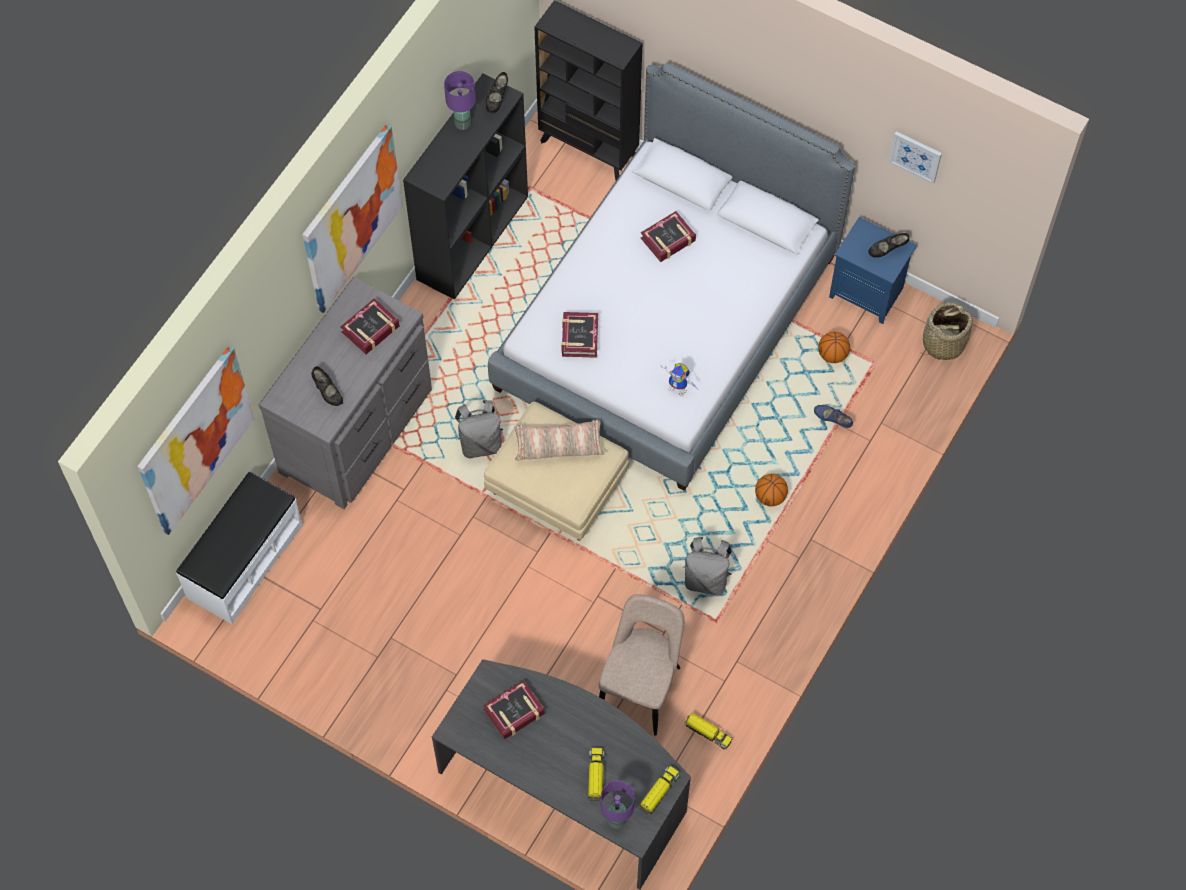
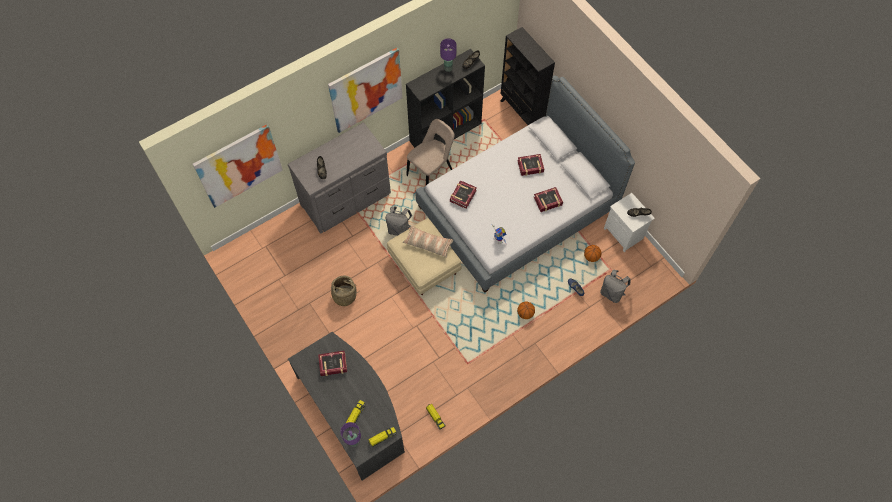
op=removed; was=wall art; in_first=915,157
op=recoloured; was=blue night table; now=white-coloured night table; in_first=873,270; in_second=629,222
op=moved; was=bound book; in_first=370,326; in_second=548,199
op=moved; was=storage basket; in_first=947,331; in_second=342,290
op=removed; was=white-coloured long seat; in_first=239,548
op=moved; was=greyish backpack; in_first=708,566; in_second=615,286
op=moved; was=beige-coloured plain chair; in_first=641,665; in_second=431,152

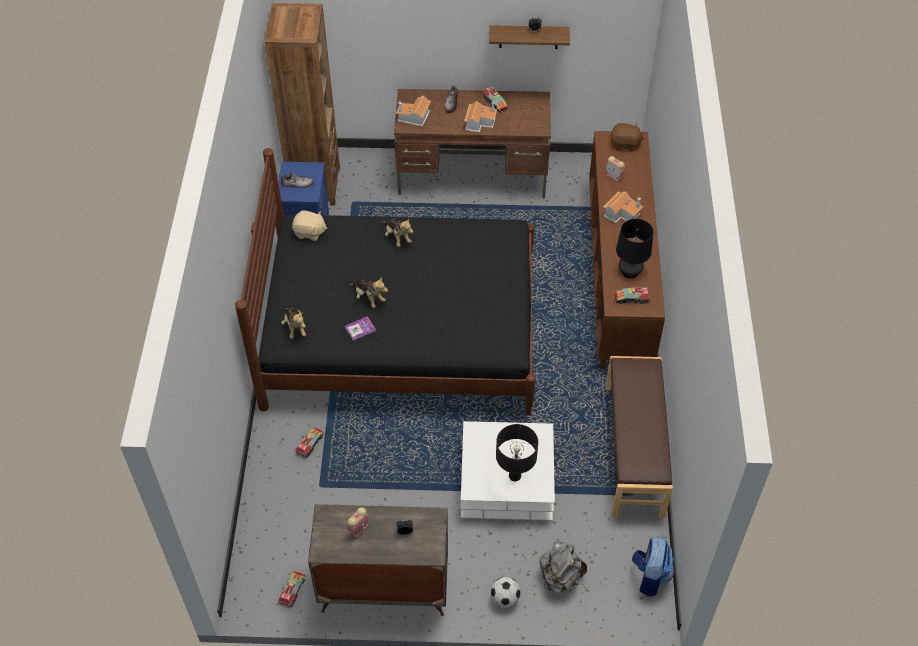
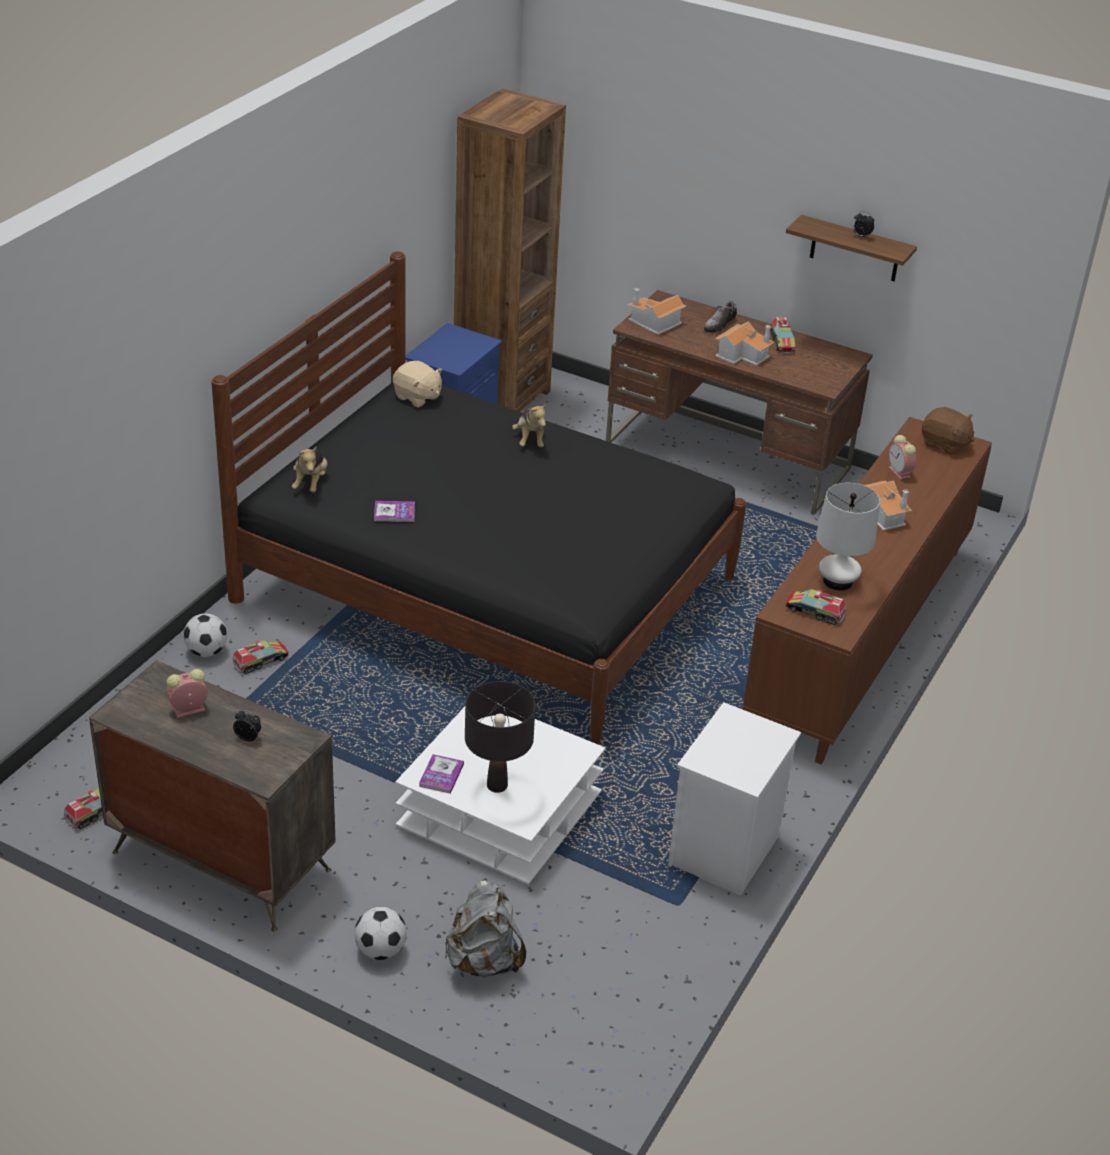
op=removed; was=low shoe; in_first=297,180
op=recoloured; was=black-coloured table lamp; now=white-coloured table lamp; in_first=634,248; in_second=848,537
op=removed; was=soft toy; in_first=368,292
op=replaced; was=brownish long seat; now=white-coloured night table; in_first=639,437; in_second=734,799
op=removed; was=backpack; in_first=653,567
op=added; now=ball for football; in_second=205,635
op=added; now=bound book; in_second=441,774

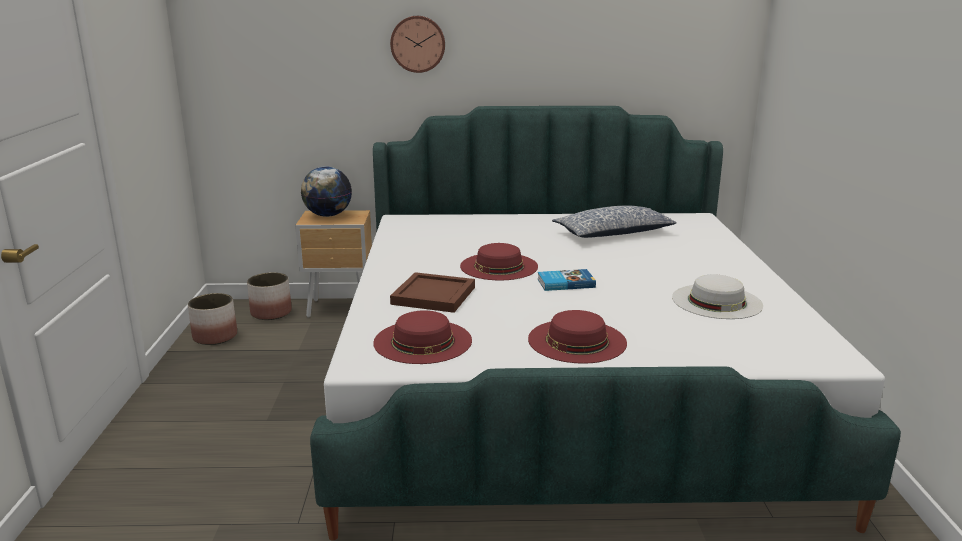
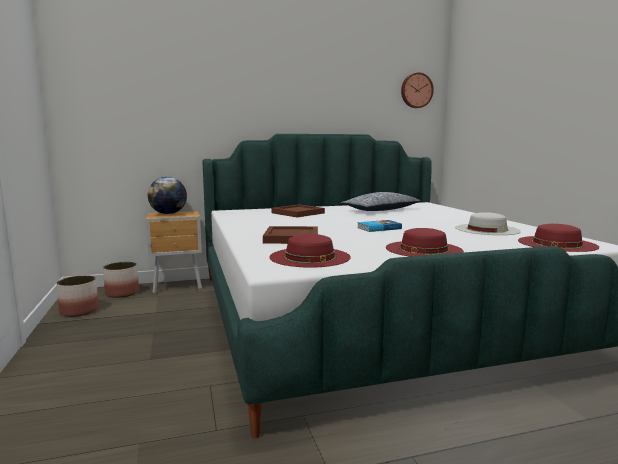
op=moved; was=clock on the wall; in_first=417,44; in_second=417,90
op=moved; was=red hat; in_first=499,261; in_second=558,238
op=added; now=brownish serving tray; in_second=298,211

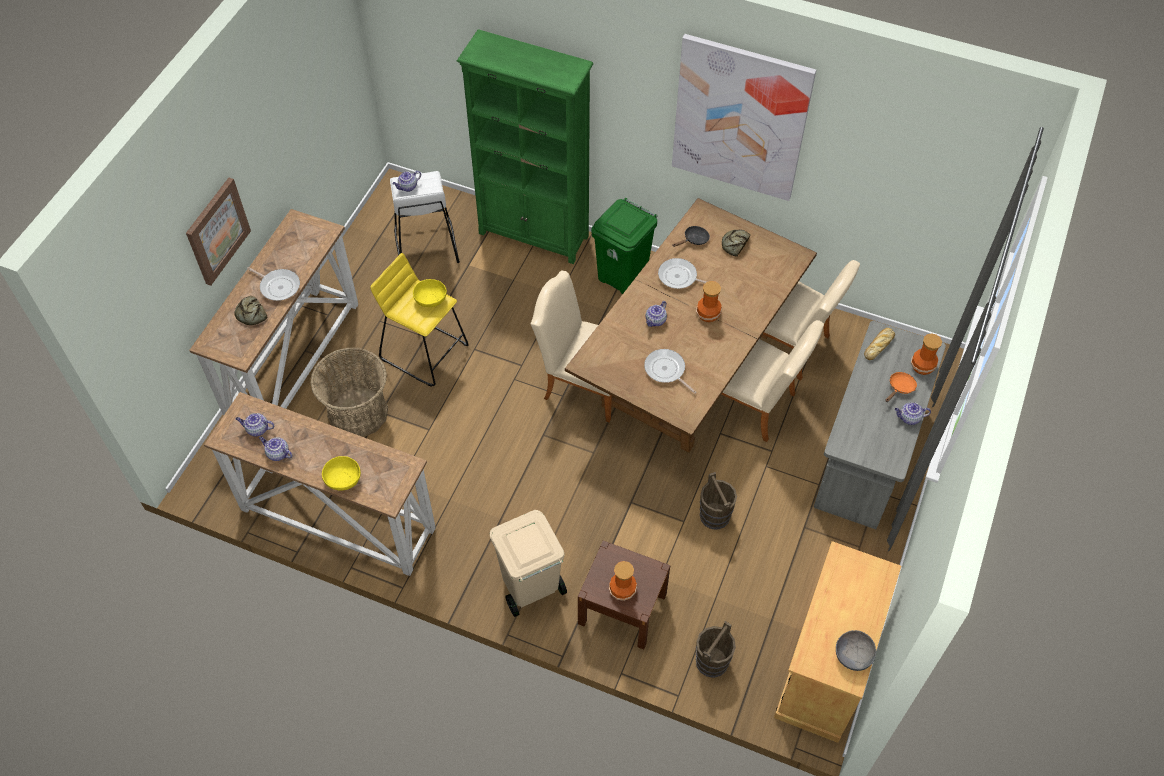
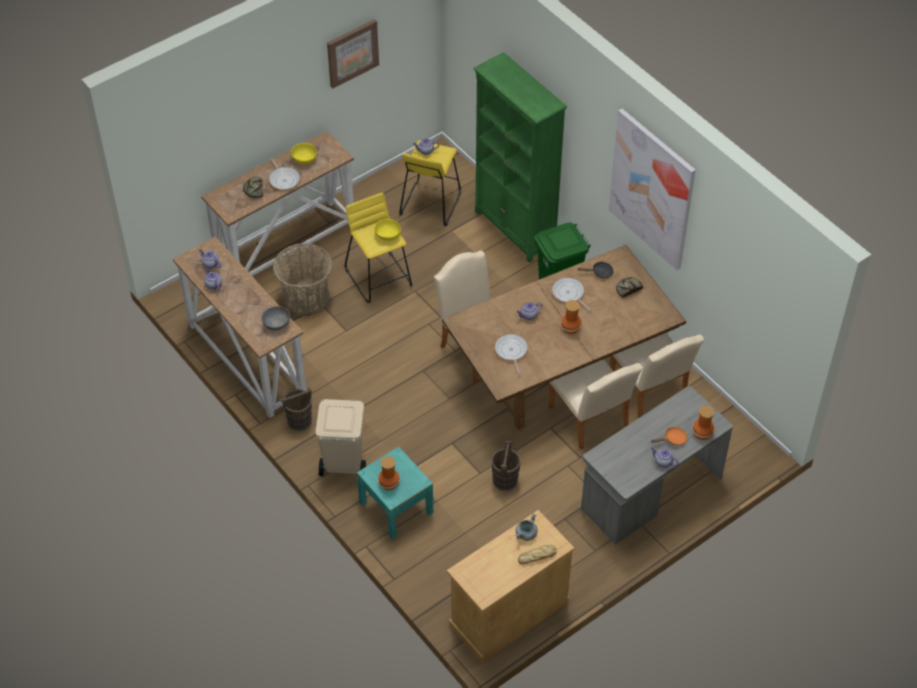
op=recoloured; was=white-coloured stool; now=yellowish stool; in_first=425,217; in_second=430,183
op=moved; was=wall art; in_first=218,232; in_second=353,53
op=moved; was=baked bread; in_first=879,344; in_second=537,554
op=moved; was=yellowish serving bowl; in_first=341,473; in_second=304,153
op=recoloured; was=brownish night table; now=blue-green night table; in_first=624,594; in_second=395,493
op=moved; was=brownish bucket; in_first=716,649; in_second=296,409
op=moved; was=greyish serving bowl; in_first=856,650; in_second=276,318
op=added; now=greyish stockpot; in_second=526,527

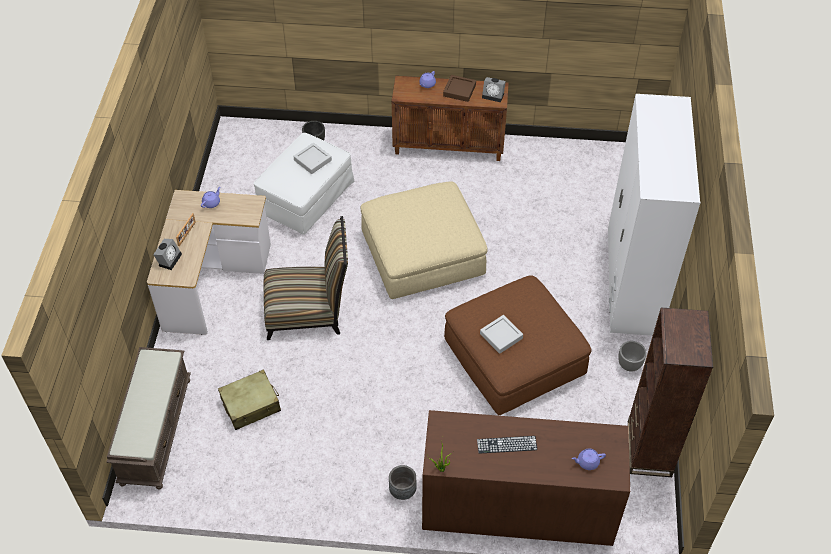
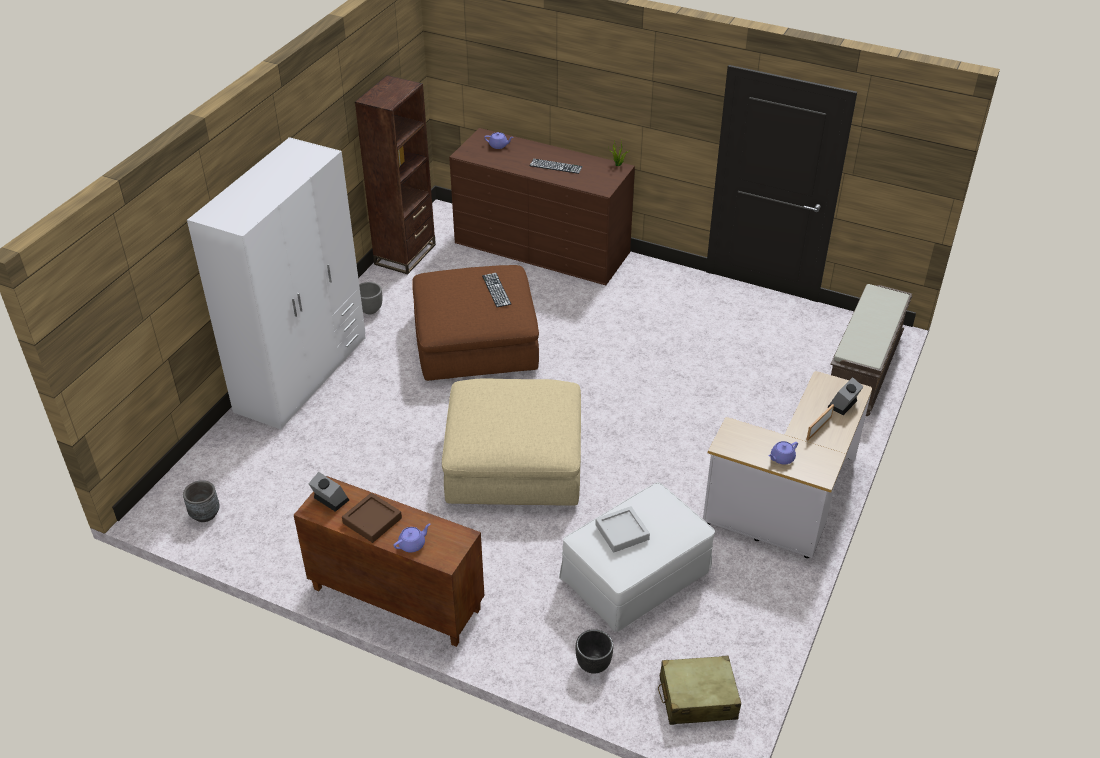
op=removed; was=plain chair; in_first=305,278
op=replaced; was=greyish serving tray; now=keyboard; in_first=501,334; in_second=496,290
op=moved; was=beige-coloured piece of luggage; in_first=249,399; in_second=699,690
op=moved; was=greyish flower pot; in_first=402,482; in_second=201,501

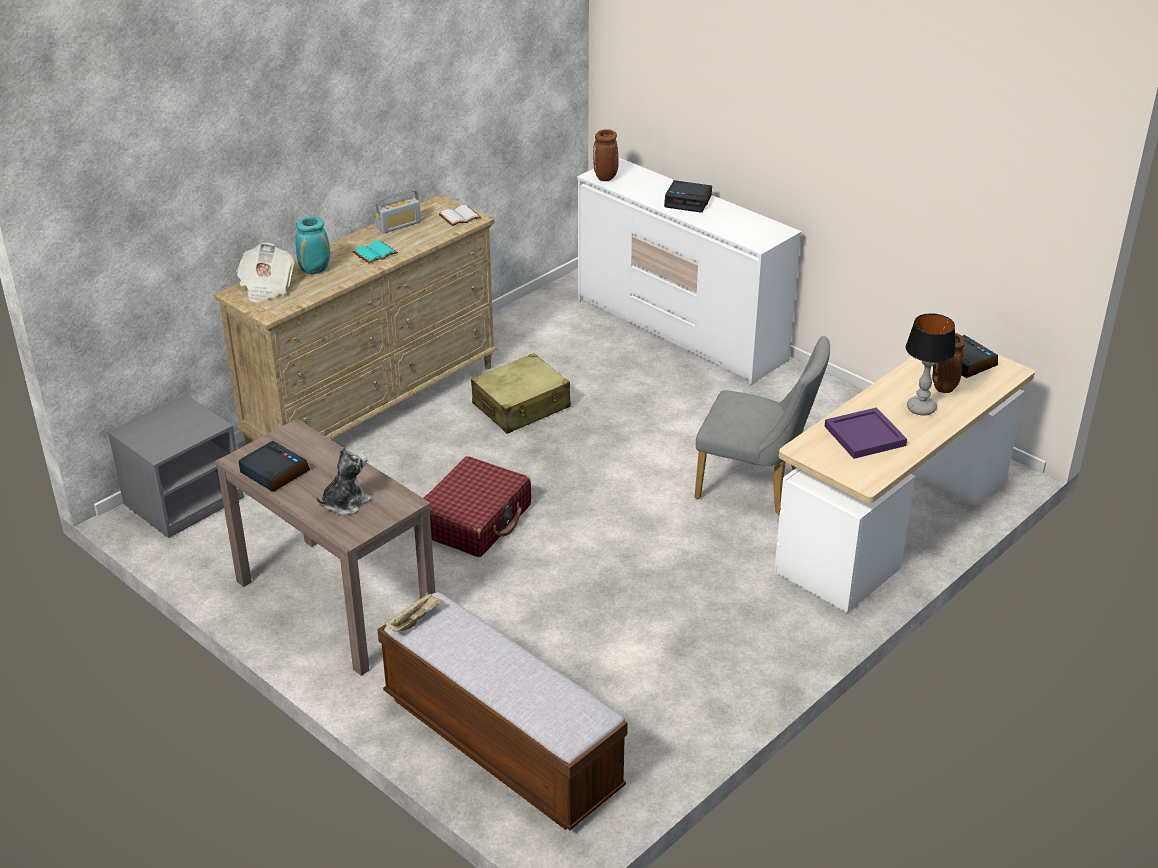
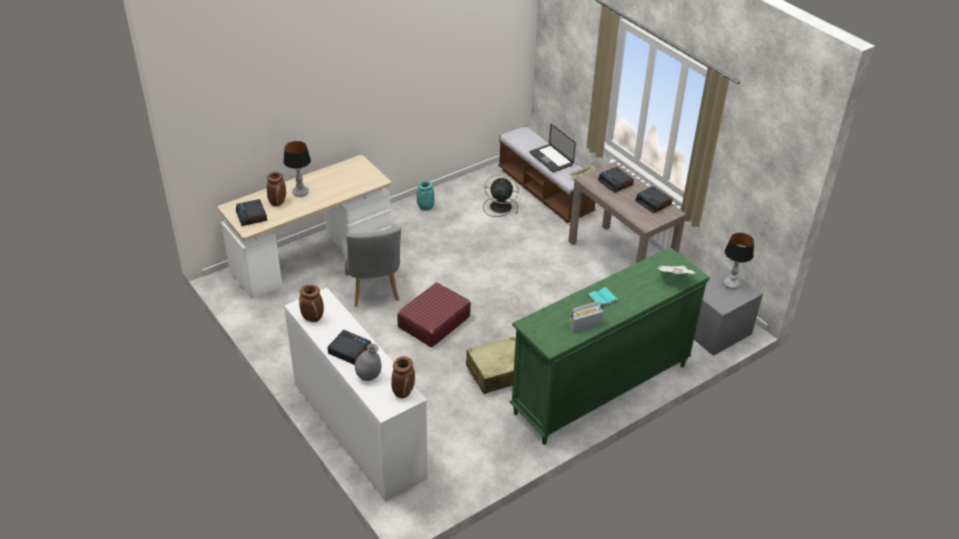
op=recoloured; was=beige-coloured drawer chest; now=green-coloured drawer chest; in_first=355,319; in_second=609,346
op=removed; was=white-coloured bound book; in_first=460,215
op=moved; was=blue-green decorative vase; in_first=312,245; in_second=426,196
op=turned; was=greyish plain chair; in_first=762,425; in_second=371,267; clockwise=-135
op=removed; was=purple serving tray; in_first=865,433
op=replaced; was=soft toy; now=bedside clock; in_first=344,481; in_second=616,180
op=moved; was=red piece of luggage; in_first=477,506; in_second=434,314
op=added; now=laptop; in_second=553,148
op=added; now=black-coloured electric fan; in_second=501,195
op=added; now=table lamp; in_second=738,261
op=added; now=brownish decorative vase; in_second=311,303
op=added; now=greyish decorative vase; in_second=368,362

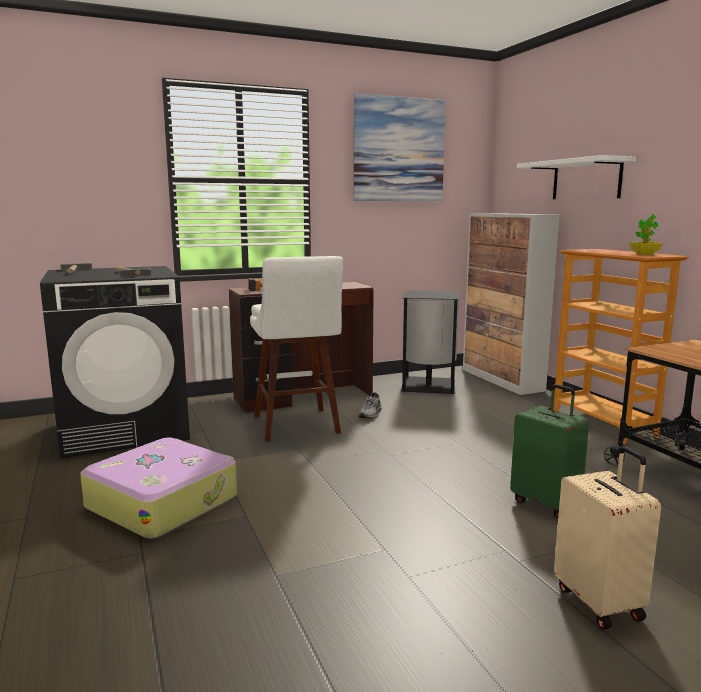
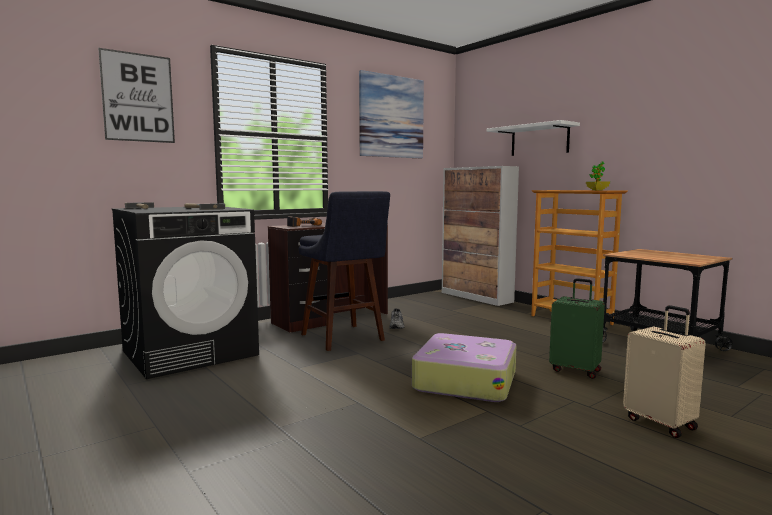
op=recoloured; was=white-coloured stool; now=blue stool; in_first=296,349; in_second=344,271
op=removed; was=black-coloured rubbish bin; in_first=430,342
op=moved; was=piece of luggage; in_first=158,488; in_second=464,367
op=added; now=wall art; in_second=136,95

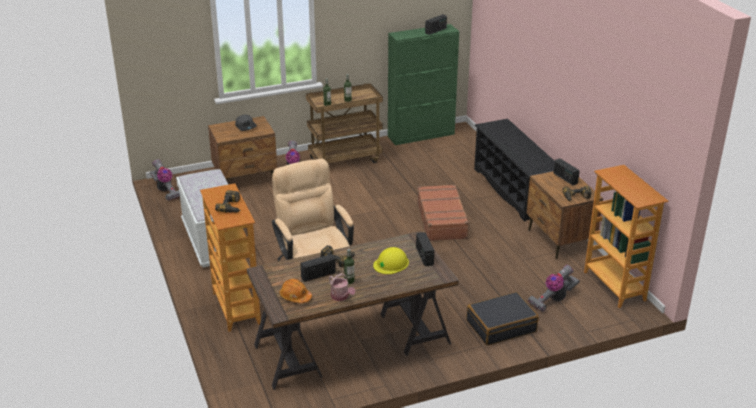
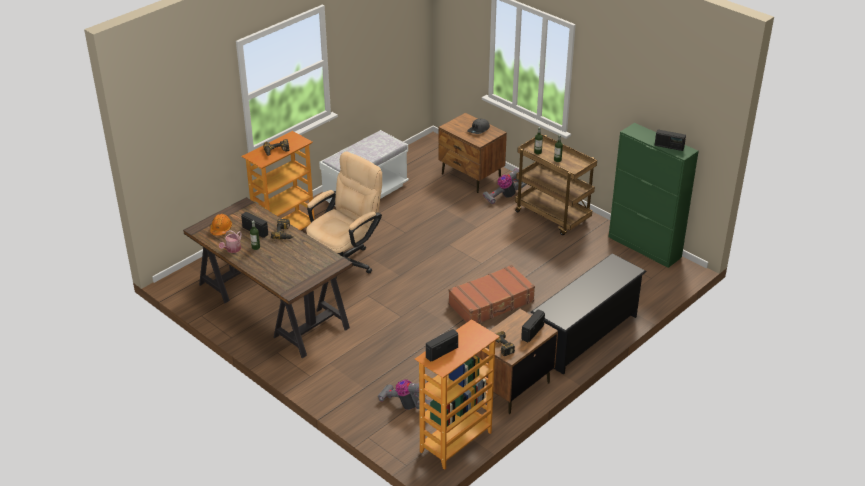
op=removed; was=hoover; in_first=165,180
op=moved; was=radio set; in_first=425,249; in_second=442,345
op=removed; was=yellowish hard hat; in_first=391,260
op=removed; was=black-coloured piece of luggage; in_first=503,318

